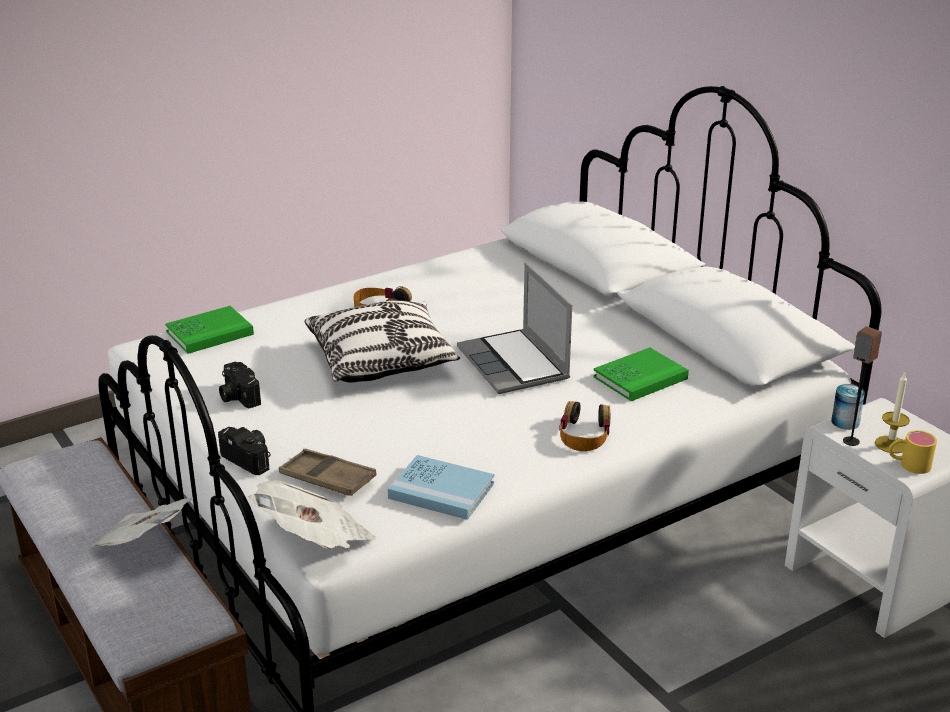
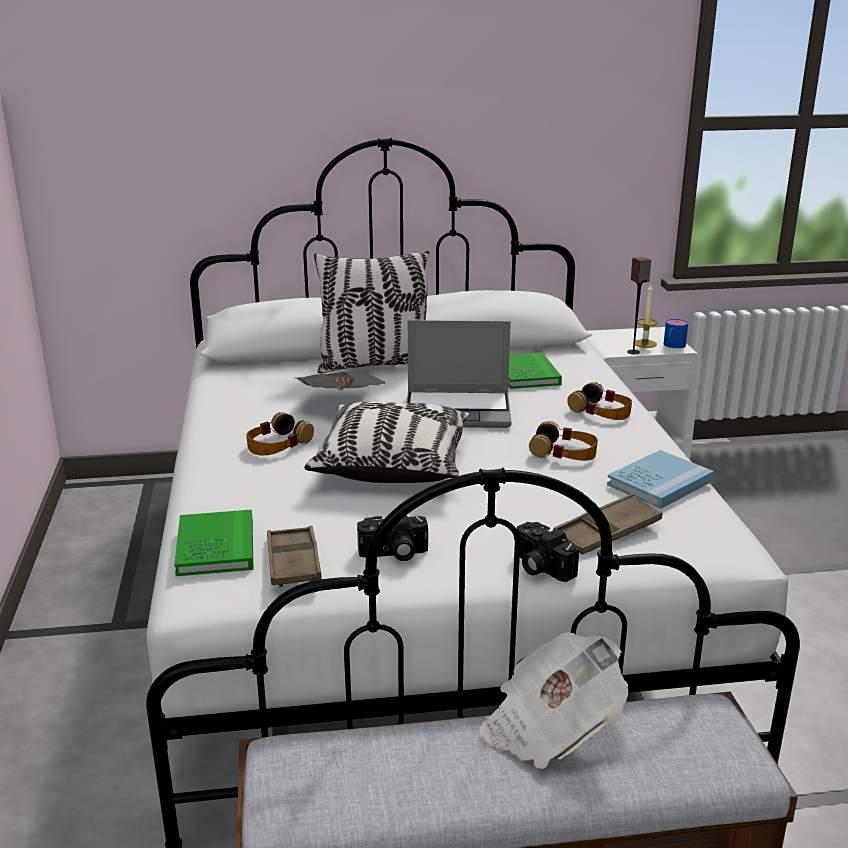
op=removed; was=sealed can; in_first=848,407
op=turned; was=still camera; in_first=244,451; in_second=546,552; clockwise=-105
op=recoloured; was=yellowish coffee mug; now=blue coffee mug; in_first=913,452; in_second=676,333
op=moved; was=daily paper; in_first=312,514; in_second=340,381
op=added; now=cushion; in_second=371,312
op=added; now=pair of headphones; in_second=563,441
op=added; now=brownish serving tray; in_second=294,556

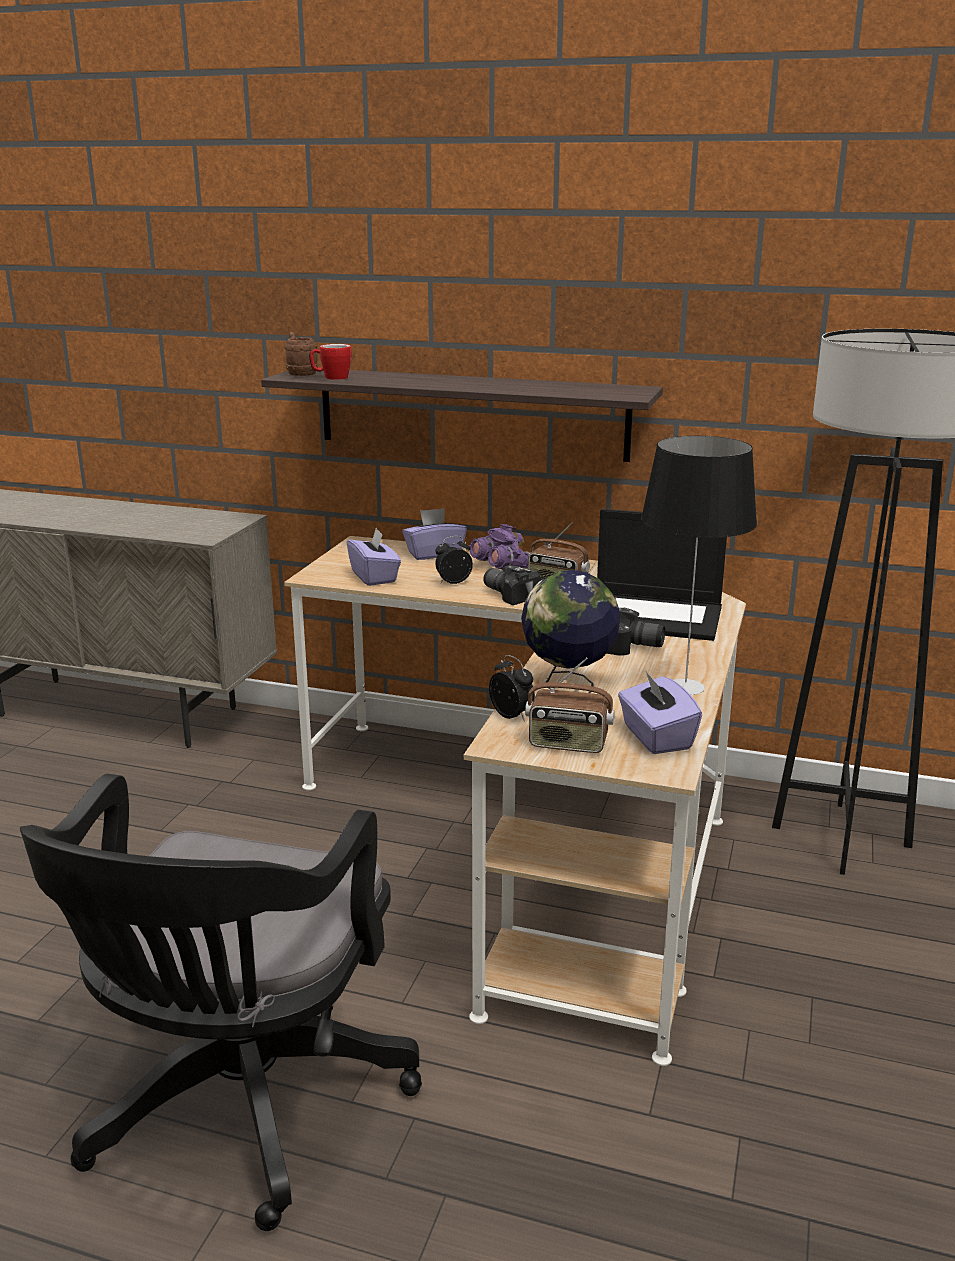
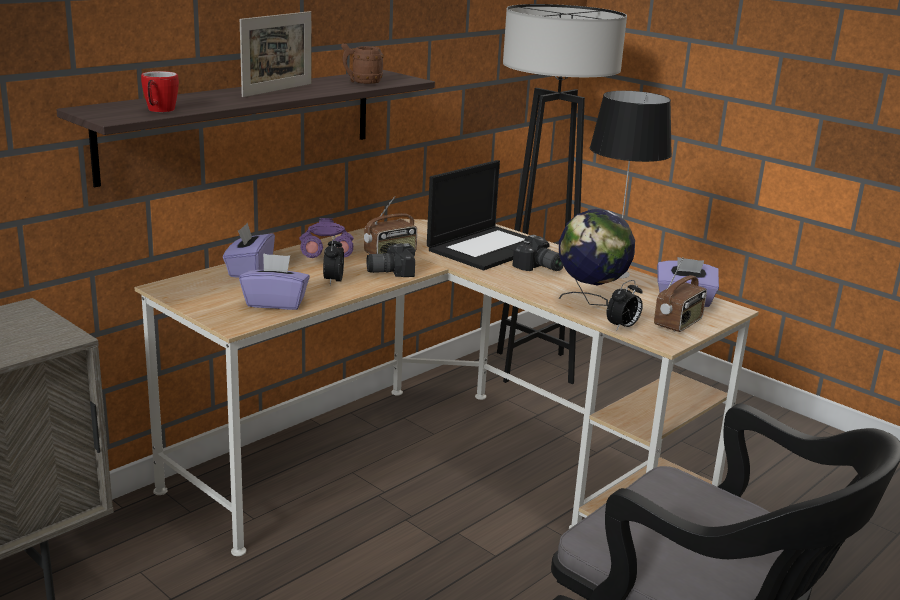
op=moved; was=brownish coffee mug; in_first=301,354; in_second=362,63
op=turned; was=still camera; in_first=635,631; in_second=538,253; clockwise=90
op=turned; was=bedside clock; in_first=512,688; in_second=625,305; clockwise=150
op=added; now=photo frame; in_second=275,54

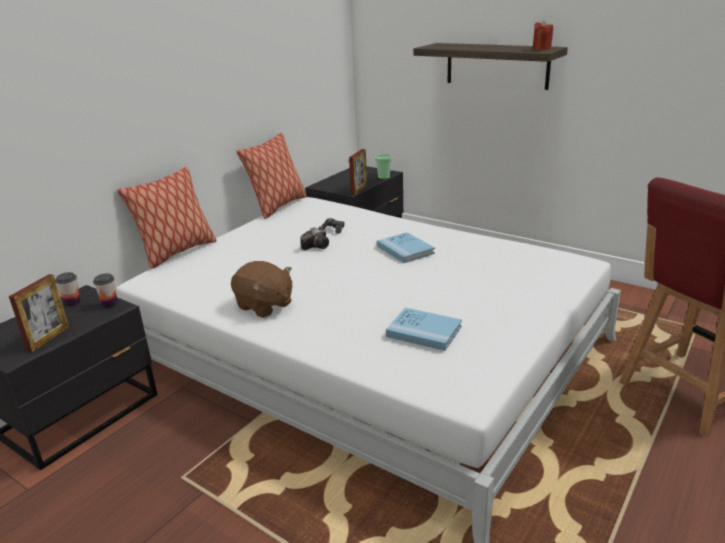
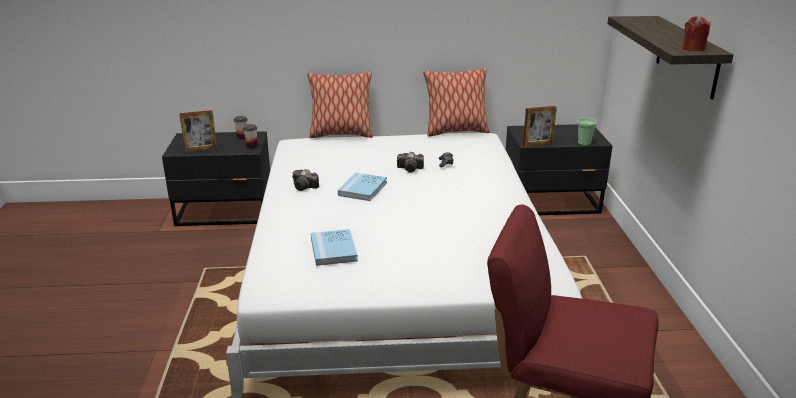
op=moved; was=blue bound book; in_first=406,247; in_second=362,186
op=replaced; was=brownish soft toy; now=still camera; in_first=261,289; in_second=305,180

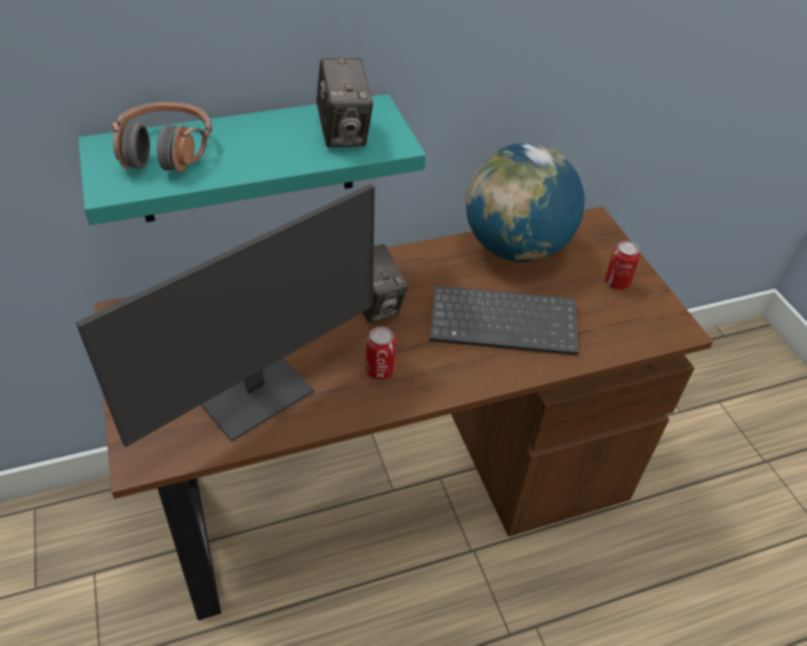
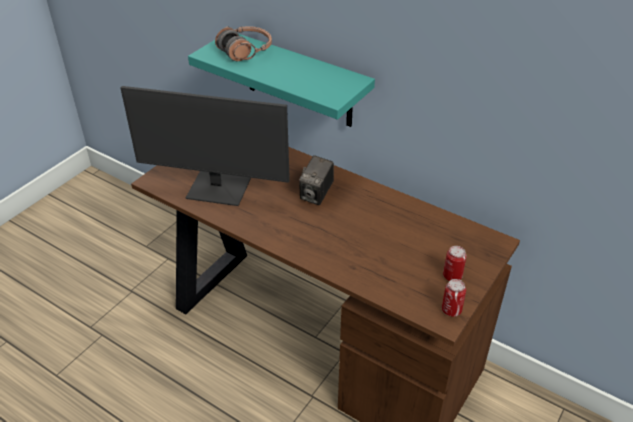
op=removed; was=still camera; in_first=344,102
op=removed; was=desk globe; in_first=525,202
op=removed; was=keyboard; in_first=503,320
op=moved; was=sealed can; in_first=381,353; in_second=454,298

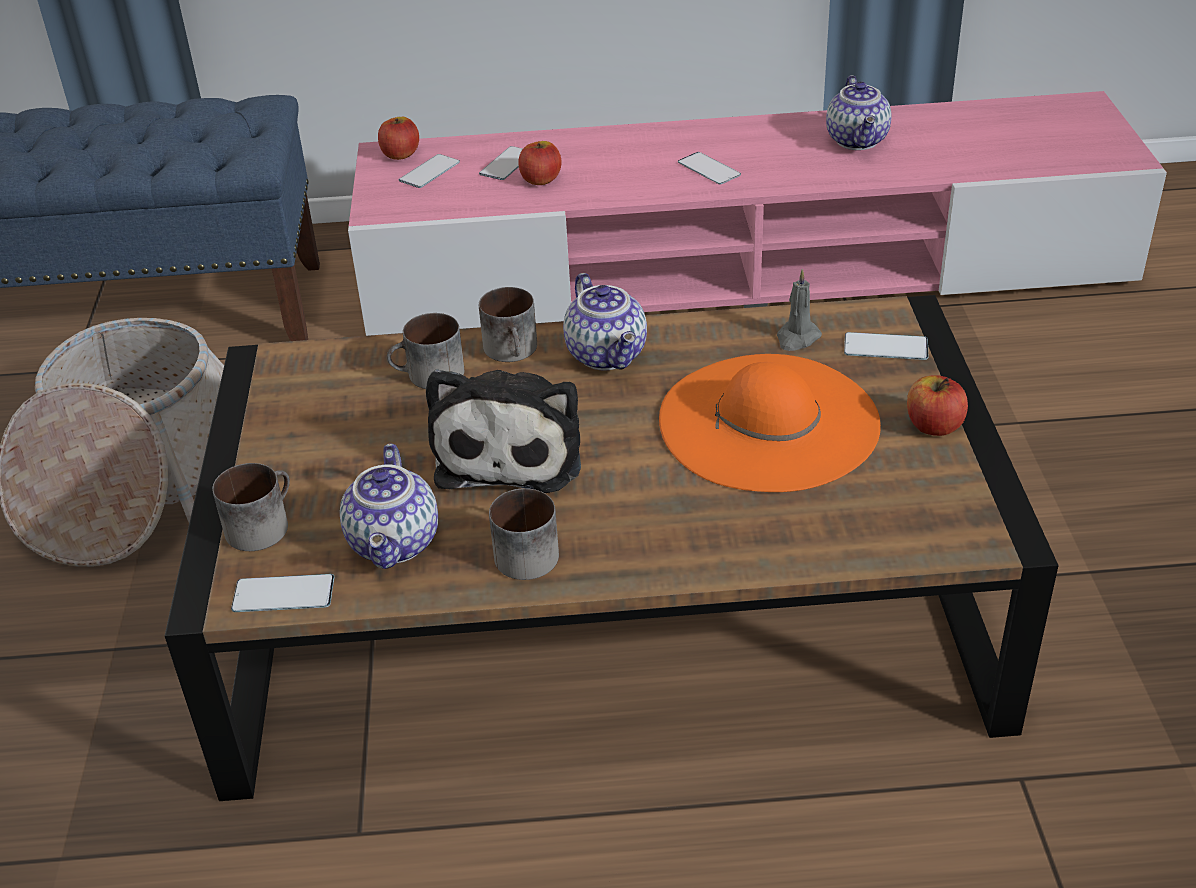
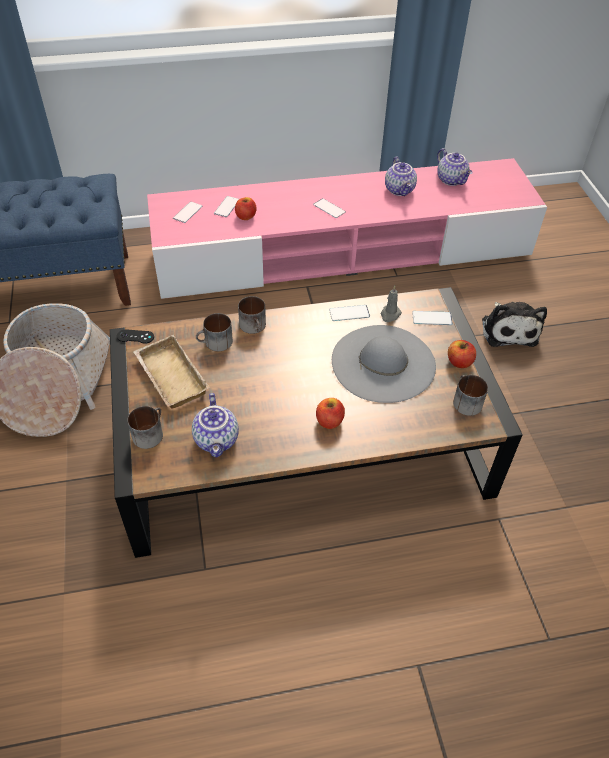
op=moved; was=apple; in_first=398,138; in_second=330,413
op=moved; was=tea pot; in_first=605,321; in_second=454,167
op=recoloured; was=orange hat; now=greyish hat; in_first=770,423; in_second=384,364
op=moved; was=soft toy; in_first=503,431; in_second=514,324
op=moved; was=coffee mug; in_first=524,534; in_second=470,395
op=moved; was=telephone; in_first=282,593; in_second=349,313
op=added; now=black-coloured joypad; in_second=135,336
op=added; now=beige-coloured serving tray; in_second=171,371

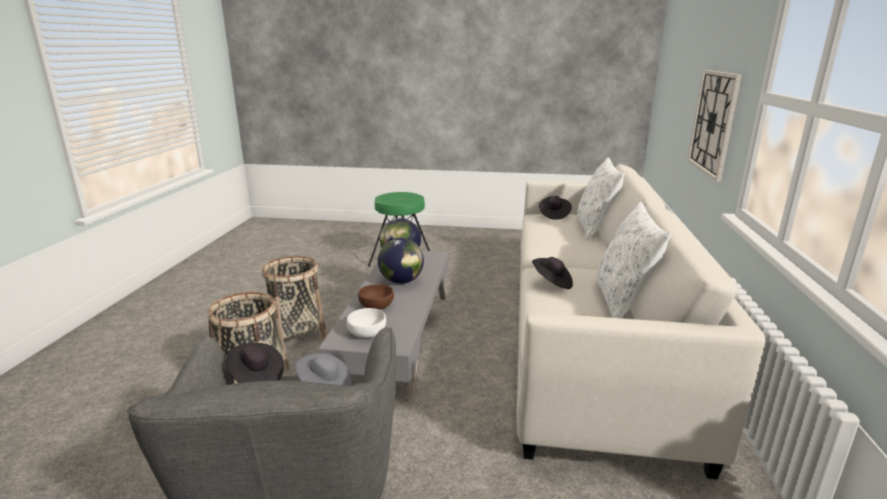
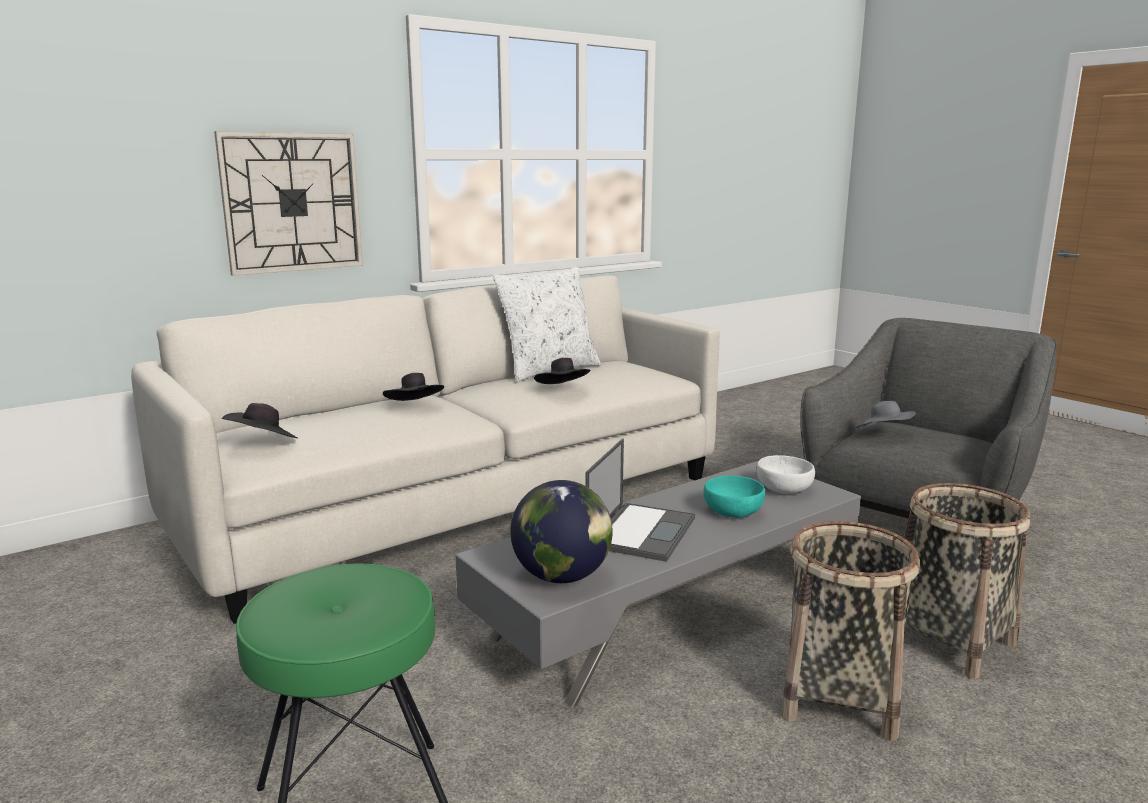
op=removed; was=white-coloured cushion; in_first=601,198
op=replaced; was=desk globe; now=laptop; in_first=401,261; in_second=640,500
op=recoloured; was=brownish serving bowl; now=blue-green serving bowl; in_first=376,297; in_second=734,497
op=moved; was=black-coloured hat; in_first=255,363; in_second=413,387

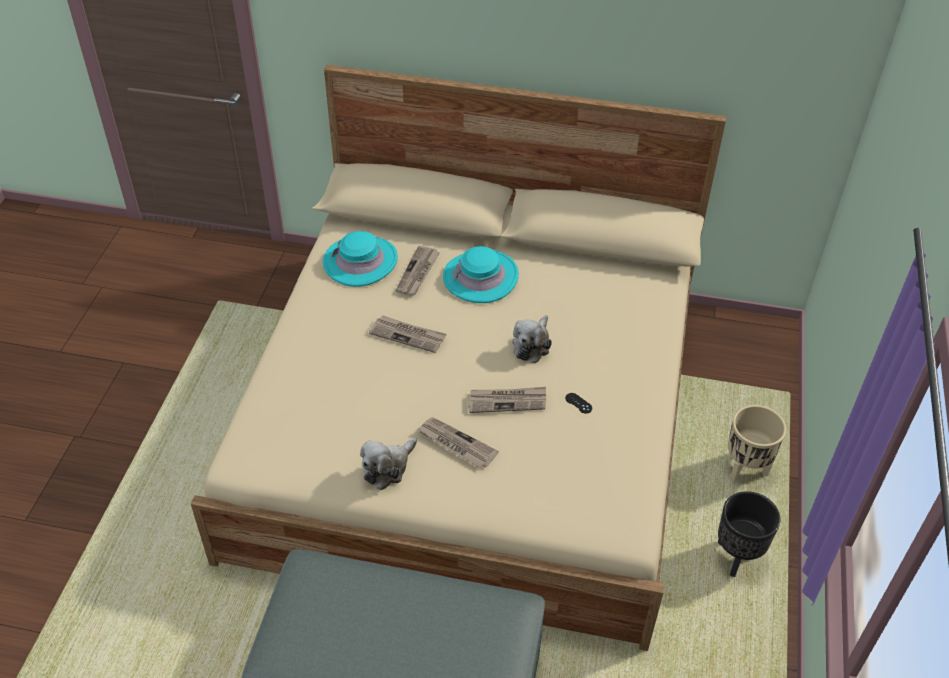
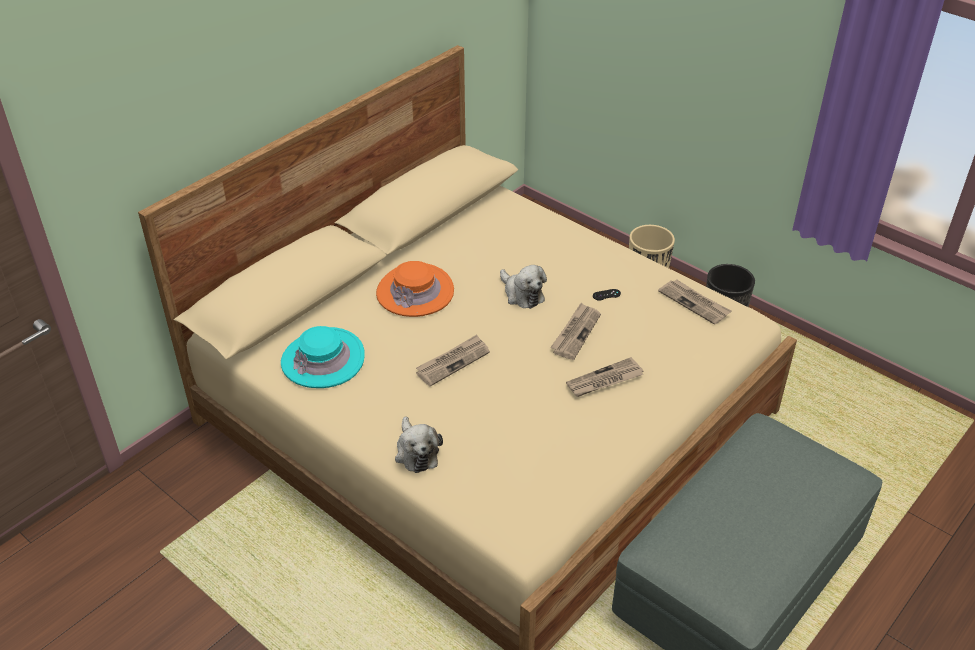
op=moved; was=daily paper; in_first=418,271; in_second=694,302
op=recoloured; was=blue-green hat; now=orange hat; in_first=481,274; in_second=415,289
op=moved; was=soft toy; in_first=388,464; in_second=419,444

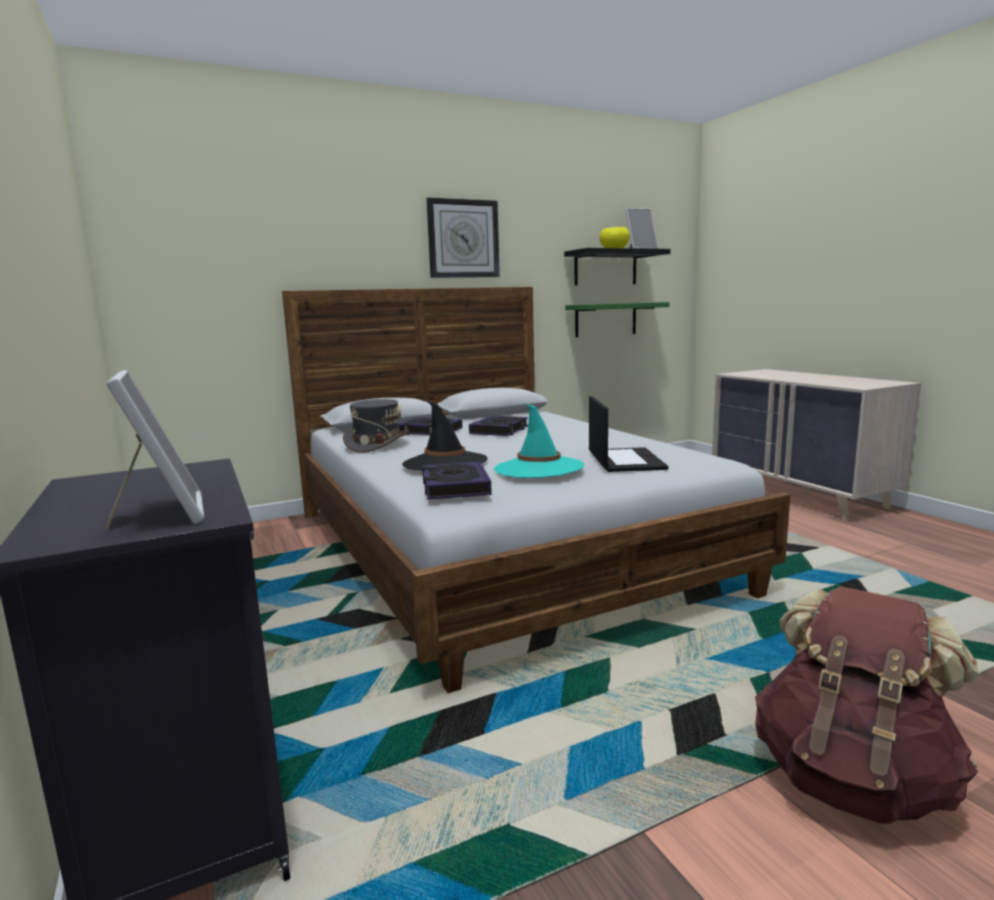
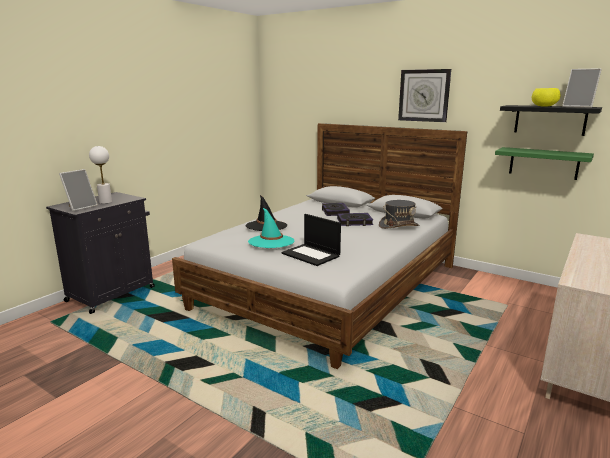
op=turned; was=laptop; in_first=628,434; in_second=311,240; clockwise=75
op=moved; was=greyish hat; in_first=376,426; in_second=399,214
op=removed; was=bound book; in_first=457,481
op=removed; was=brownish backpack; in_first=866,705
op=added; now=white-coloured table lamp; in_second=100,175

